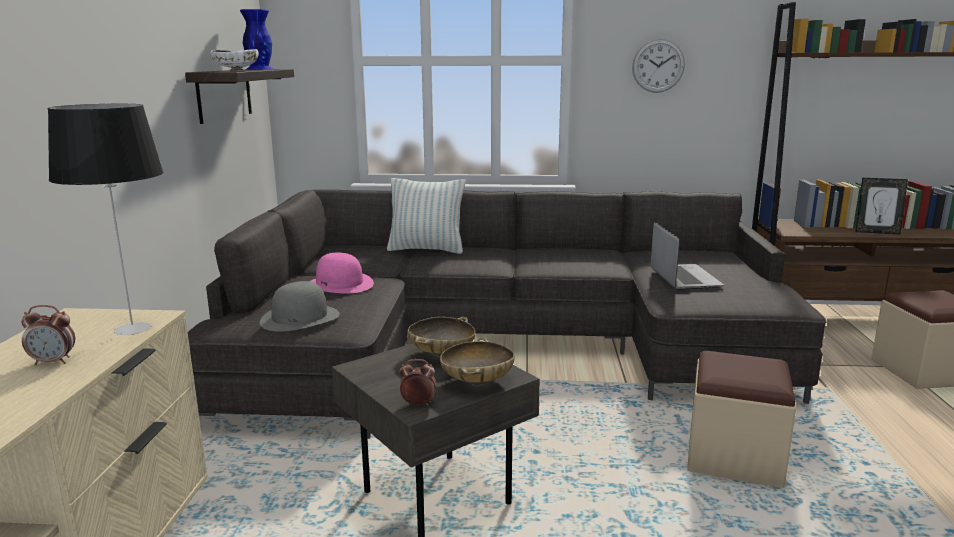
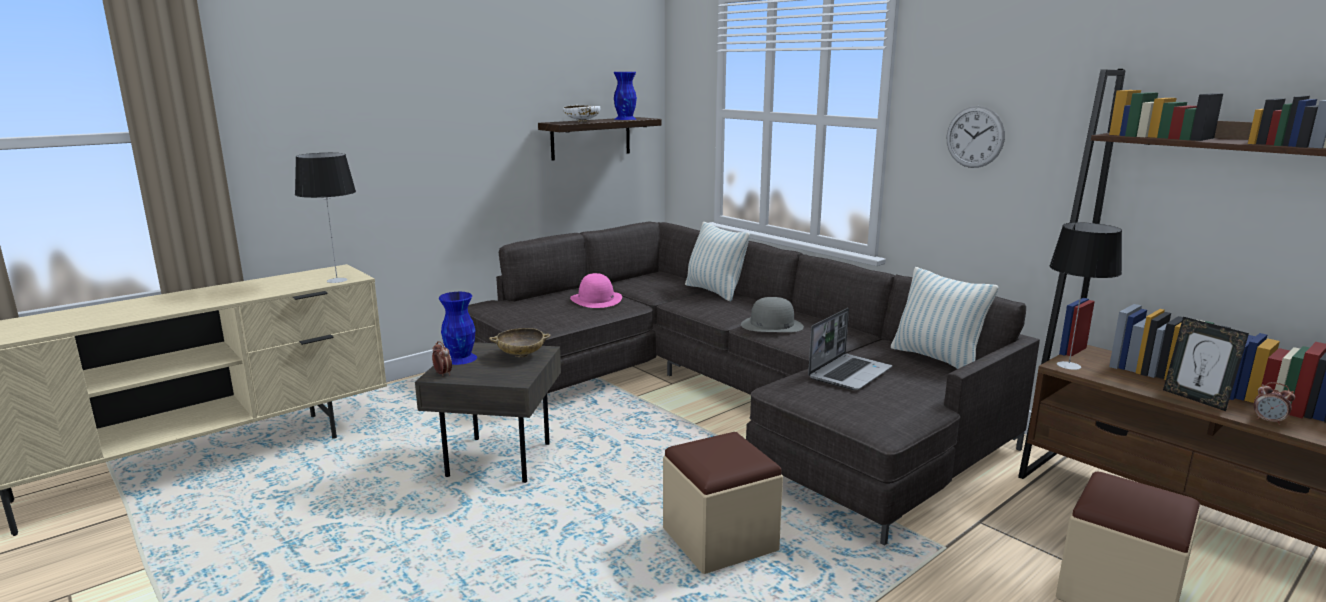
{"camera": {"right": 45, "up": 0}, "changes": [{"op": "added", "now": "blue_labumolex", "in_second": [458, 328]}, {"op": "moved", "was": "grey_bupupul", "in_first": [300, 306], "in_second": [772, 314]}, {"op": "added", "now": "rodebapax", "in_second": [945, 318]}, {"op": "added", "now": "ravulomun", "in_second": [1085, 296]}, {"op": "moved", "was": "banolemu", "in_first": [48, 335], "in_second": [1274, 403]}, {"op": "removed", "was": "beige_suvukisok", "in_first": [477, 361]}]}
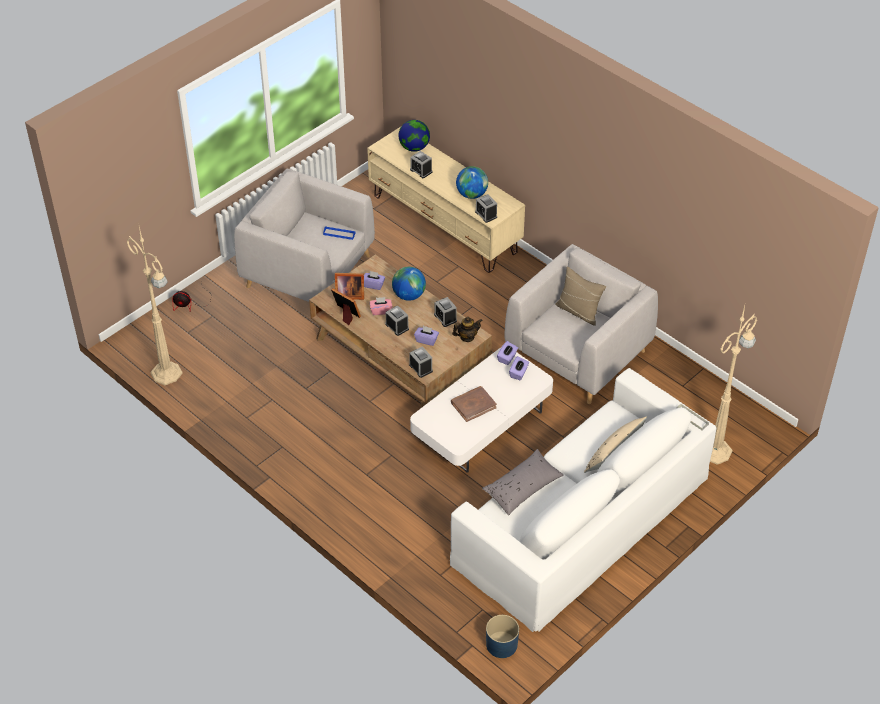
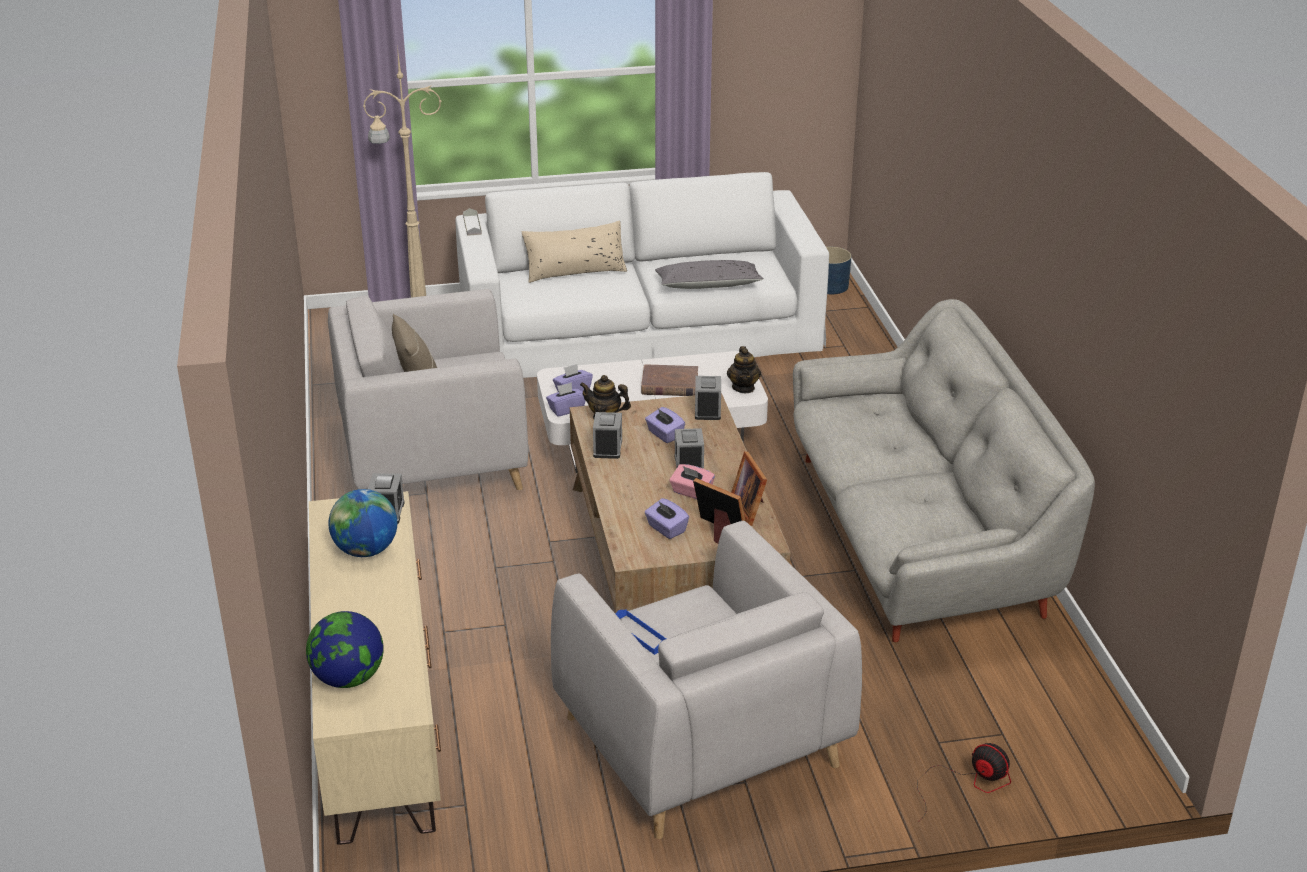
{"camera": {"right": -145, "up": -15}, "changes": [{"op": "added", "now": "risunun", "in_second": [744, 369]}, {"op": "added", "now": "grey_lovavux", "in_second": [944, 470]}, {"op": "removed", "was": "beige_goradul", "in_first": [155, 306]}, {"op": "removed", "was": "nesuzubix", "in_first": [409, 284]}, {"op": "removed", "was": "banolemu", "in_first": [421, 164]}]}
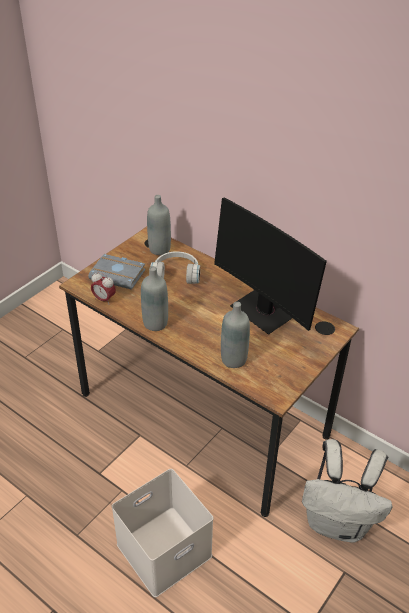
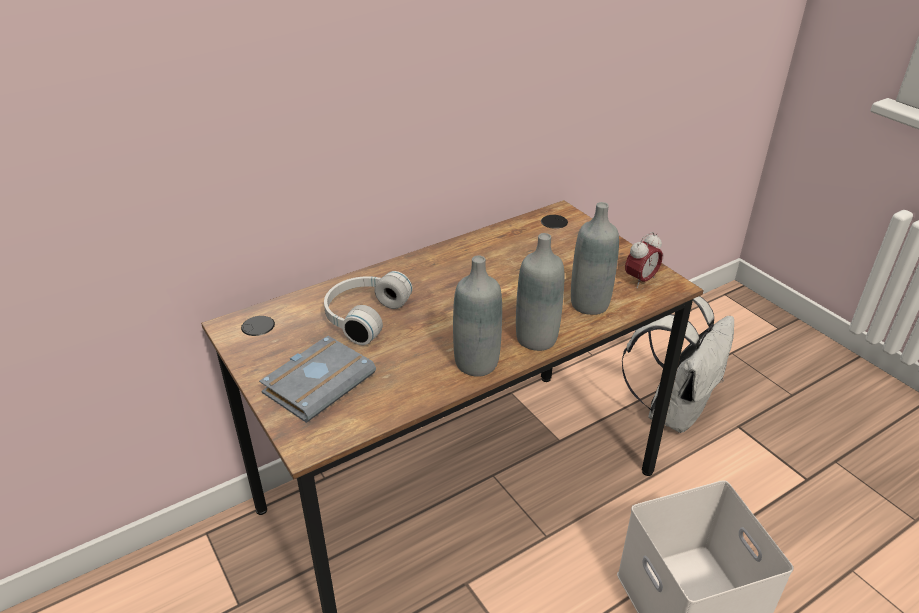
{"camera": {"right": -70, "up": -5}, "changes": [{"op": "moved", "was": "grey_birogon", "in_first": [159, 225], "in_second": [540, 292]}, {"op": "moved", "was": "banolemu", "in_first": [103, 288], "in_second": [644, 260]}, {"op": "removed", "was": "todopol", "in_first": [270, 266]}]}
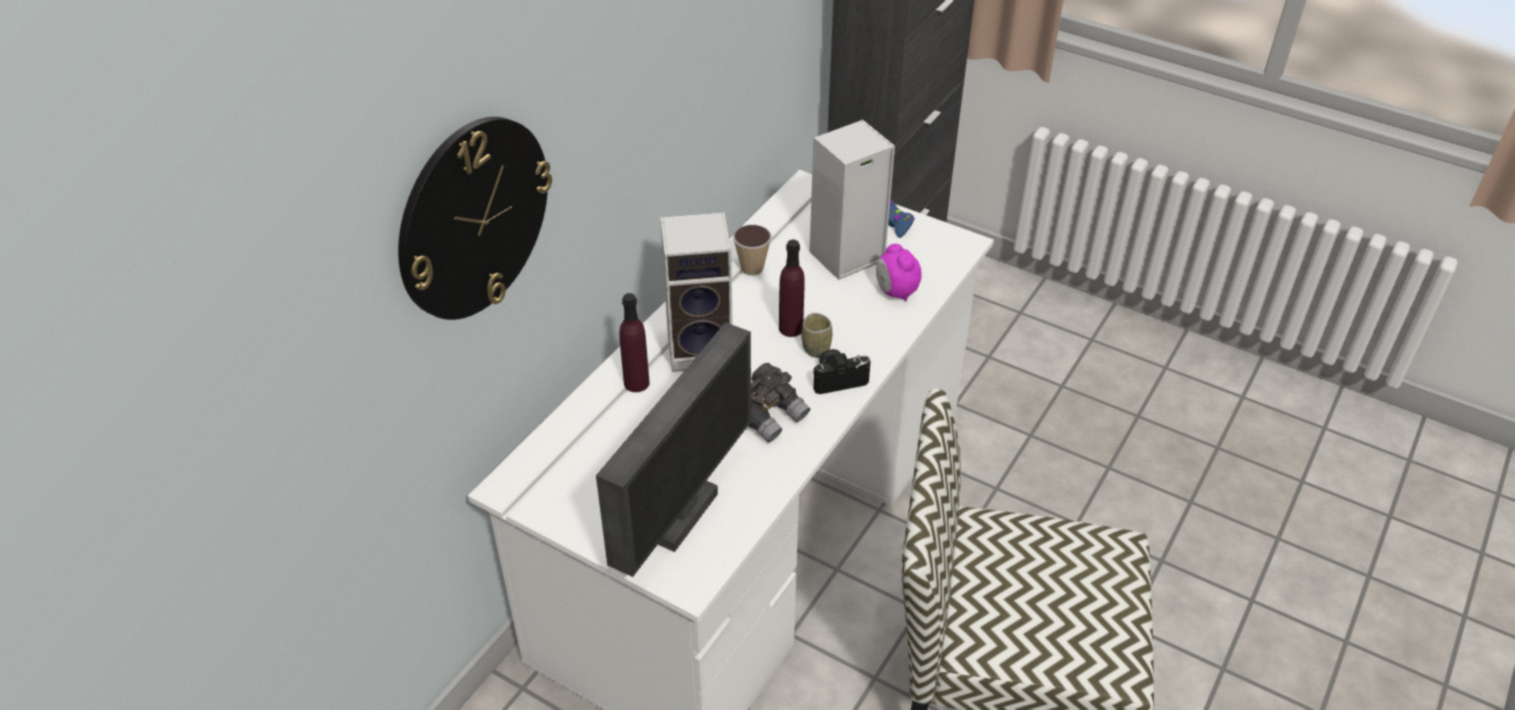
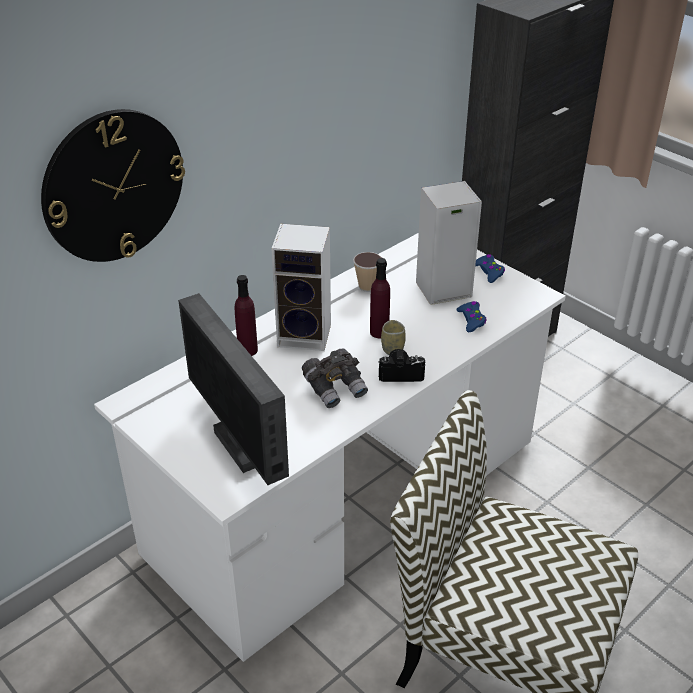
{"camera": {"right": 15, "up": -5}, "changes": [{"op": "turned", "was": "todopol", "in_first": [673, 449], "in_second": [233, 389], "clockwise": 105}, {"op": "replaced", "was": "banolemu", "now": "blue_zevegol", "in_first": [899, 272], "in_second": [471, 316]}]}
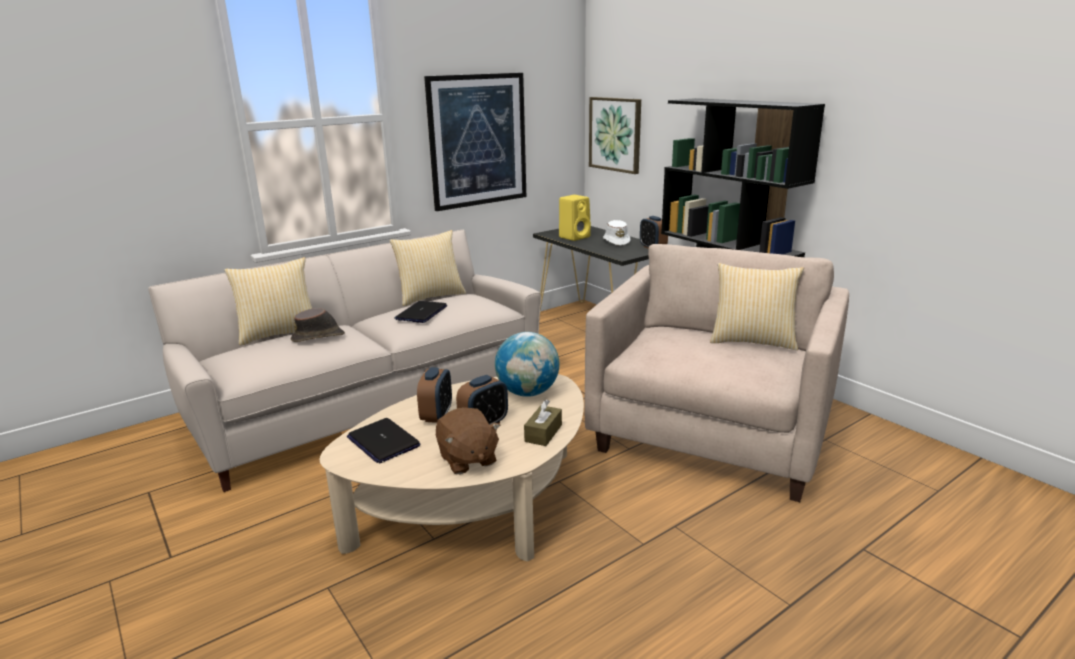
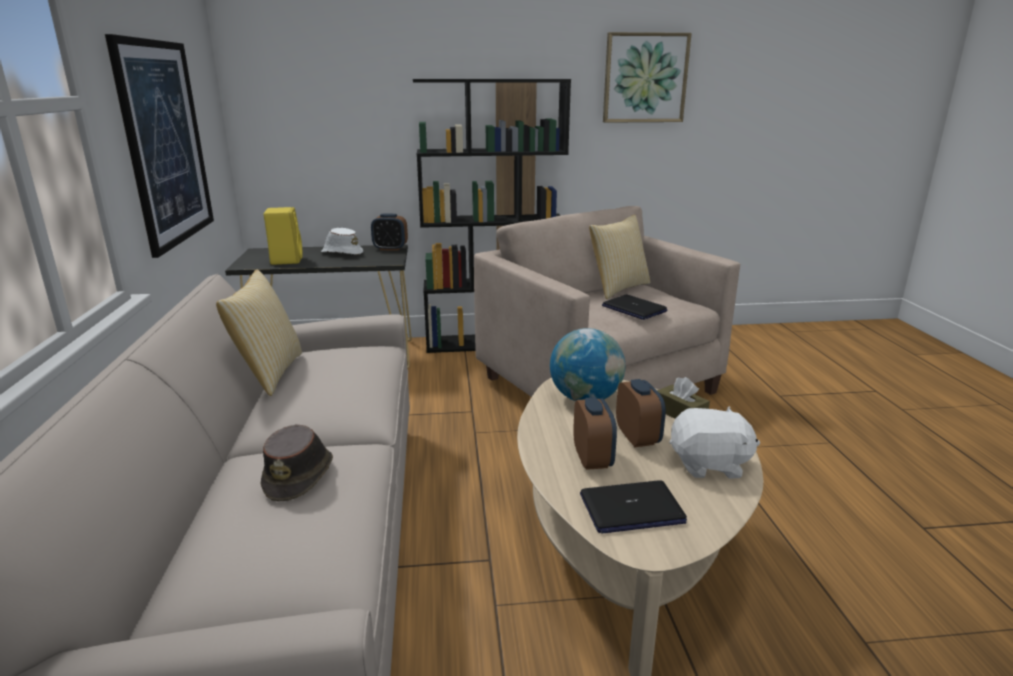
{"camera": {"right": -60, "up": 0}, "changes": [{"op": "turned", "was": "banolemu", "in_first": [434, 395], "in_second": [595, 433], "clockwise": 45}, {"op": "moved", "was": "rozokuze", "in_first": [420, 312], "in_second": [634, 307]}, {"op": "moved", "was": "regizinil", "in_first": [615, 135], "in_second": [647, 77]}, {"op": "recoloured", "was": "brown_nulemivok", "now": "white_nulemivok", "in_first": [468, 441], "in_second": [715, 442]}, {"op": "removed", "was": "rodebapax", "in_first": [268, 301]}]}
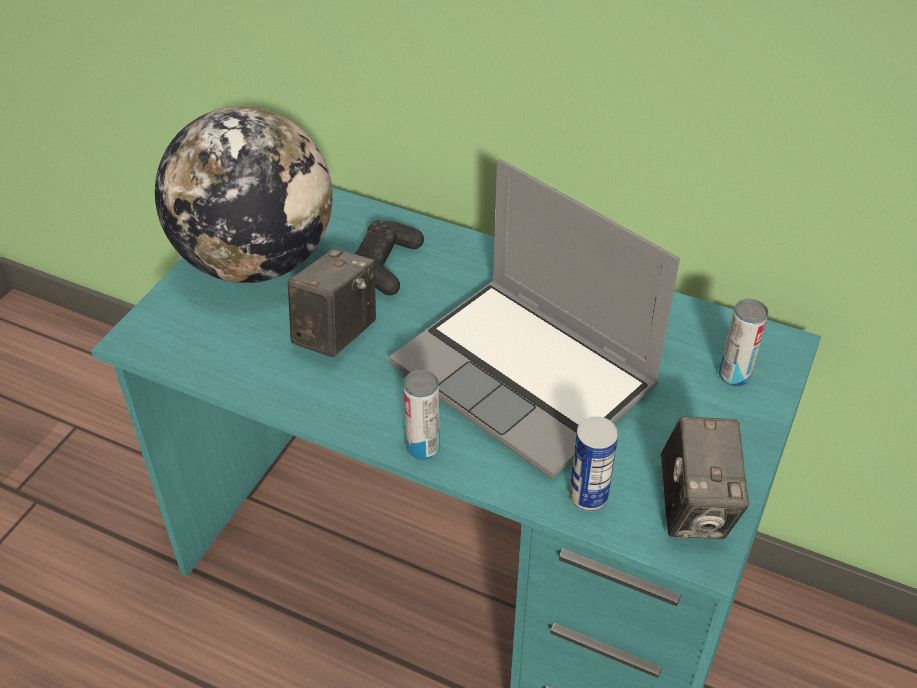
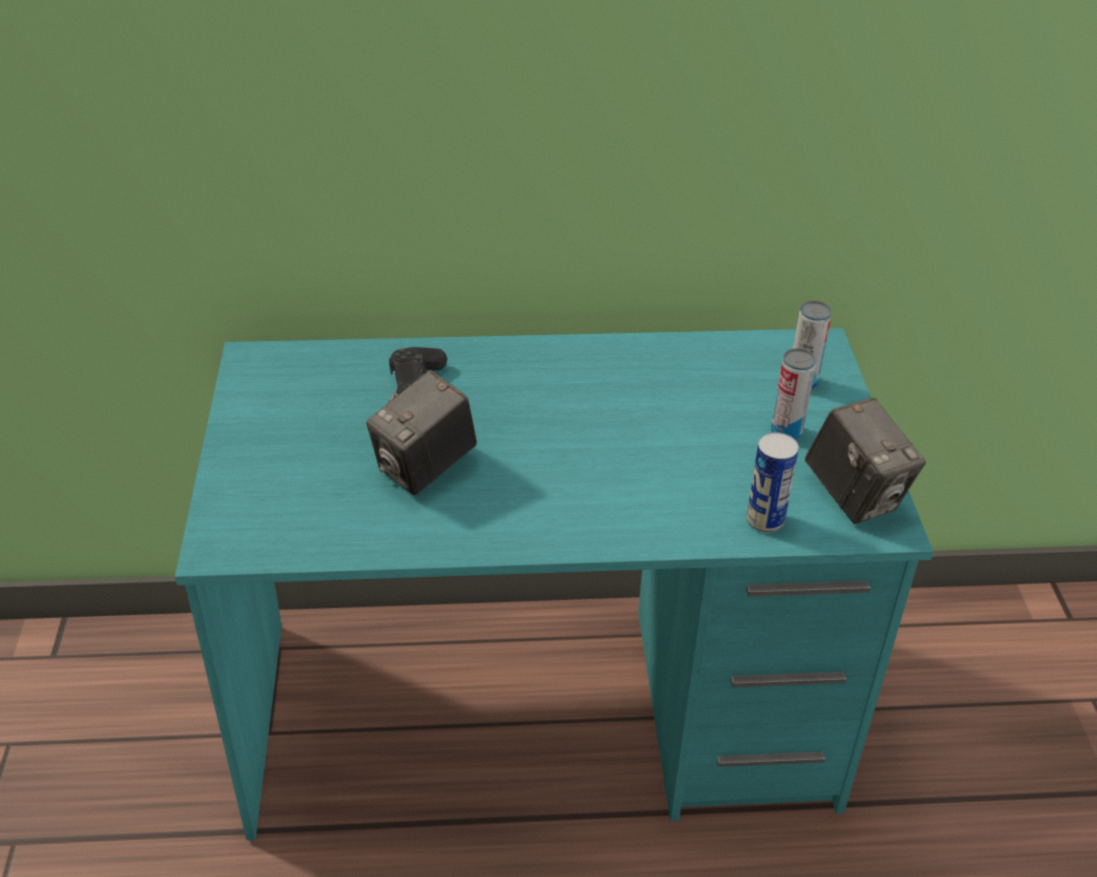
{"camera": {"right": -30, "up": -5}, "changes": [{"op": "turned", "was": "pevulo", "in_first": [332, 303], "in_second": [421, 432], "clockwise": -135}, {"op": "moved", "was": "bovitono", "in_first": [421, 415], "in_second": [793, 394]}, {"op": "removed", "was": "nesuzubix", "in_first": [244, 194]}, {"op": "removed", "was": "rozokuze", "in_first": [534, 319]}]}
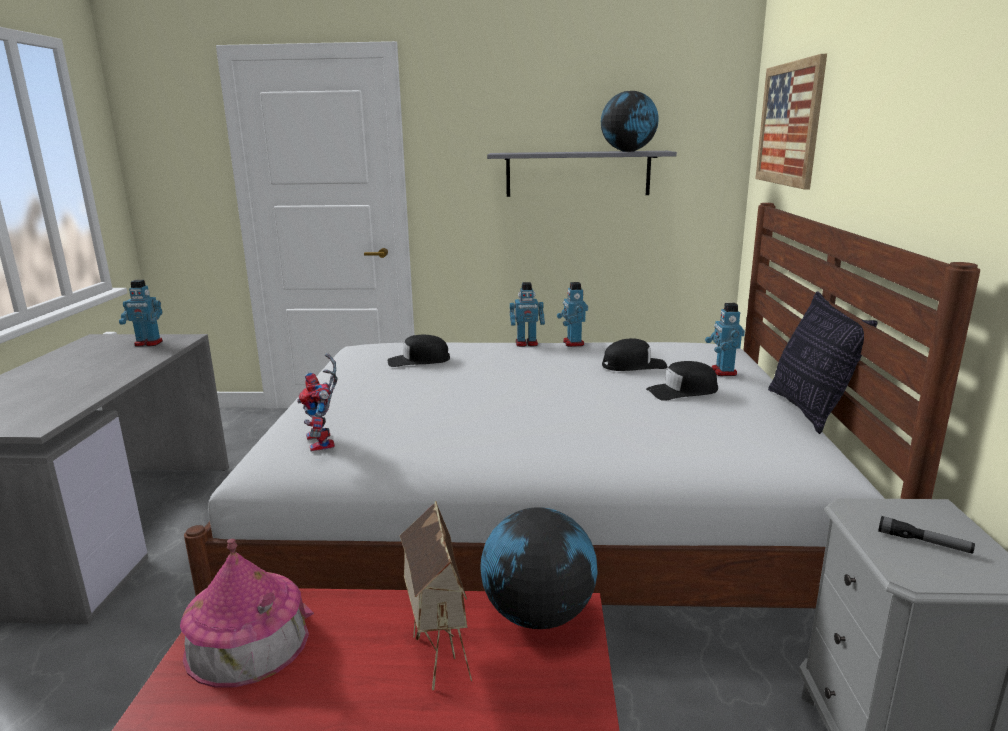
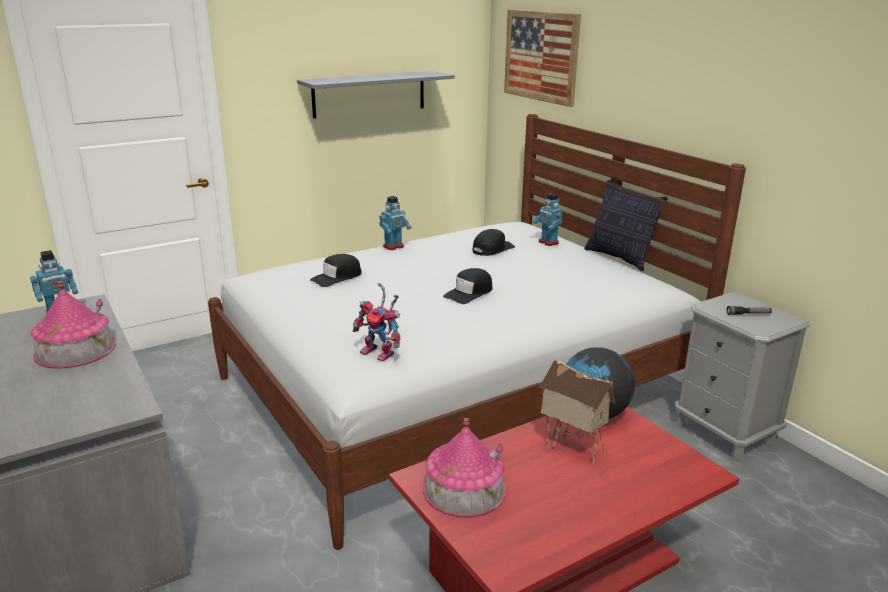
{"camera": {"right": -35, "up": 5}, "changes": [{"op": "added", "now": "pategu", "in_second": [73, 325]}, {"op": "moved", "was": "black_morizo", "in_first": [682, 381], "in_second": [467, 286]}, {"op": "removed", "was": "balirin", "in_first": [572, 314]}, {"op": "removed", "was": "nesuzubix", "in_first": [630, 121]}]}
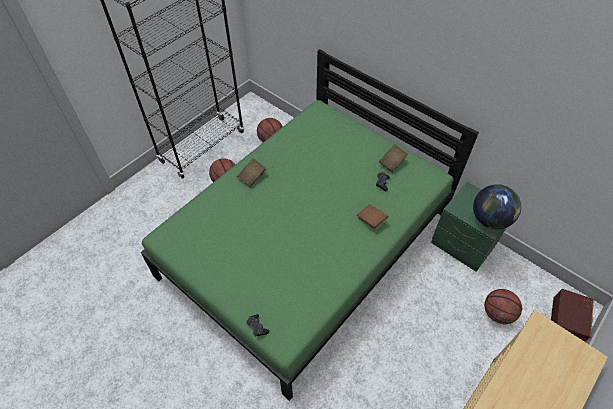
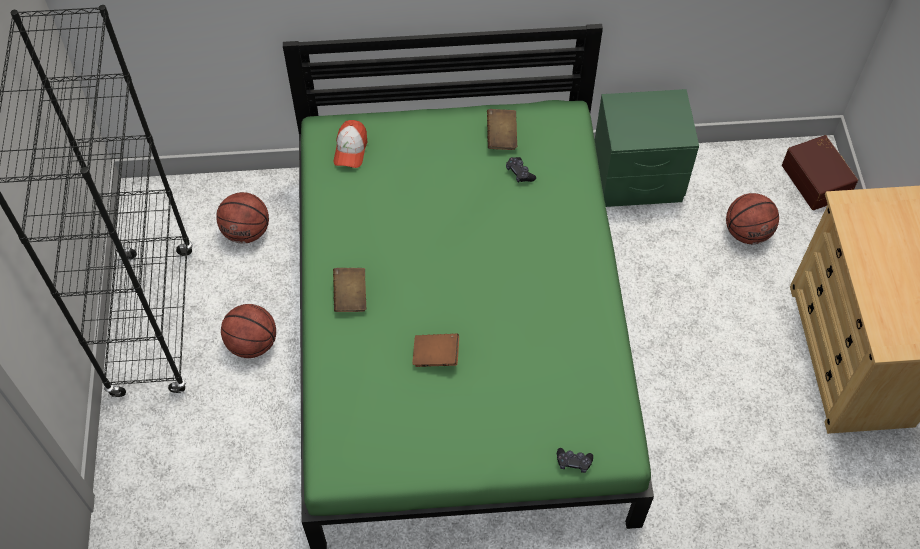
{"camera": {"right": -45, "up": 5}, "changes": [{"op": "added", "now": "morizo", "in_second": [350, 144]}, {"op": "moved", "was": "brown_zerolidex", "in_first": [373, 217], "in_second": [435, 350]}, {"op": "removed", "was": "nesuzubix", "in_first": [497, 206]}]}
